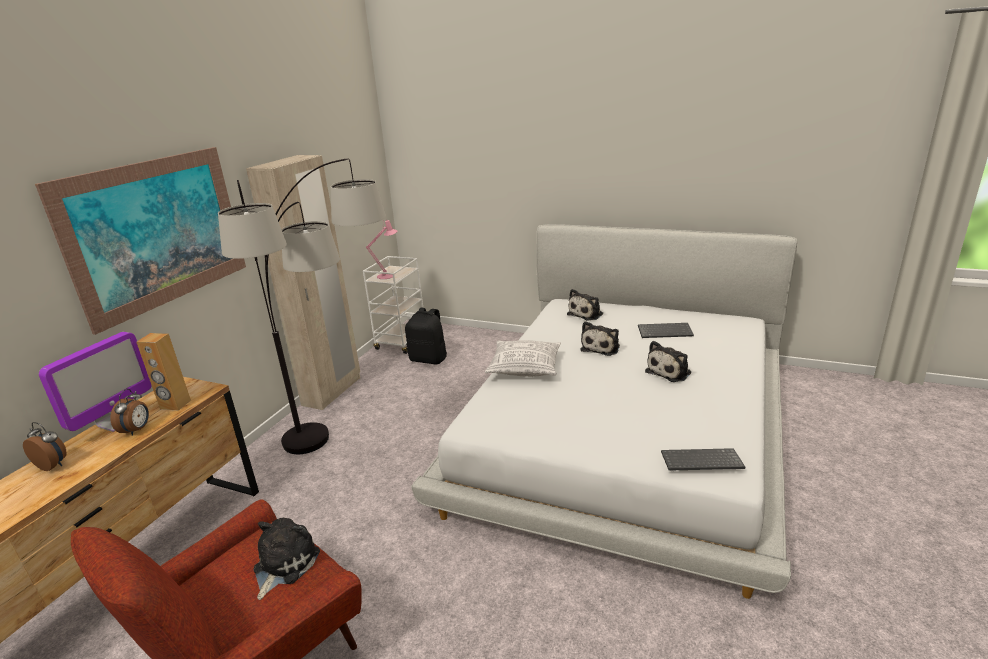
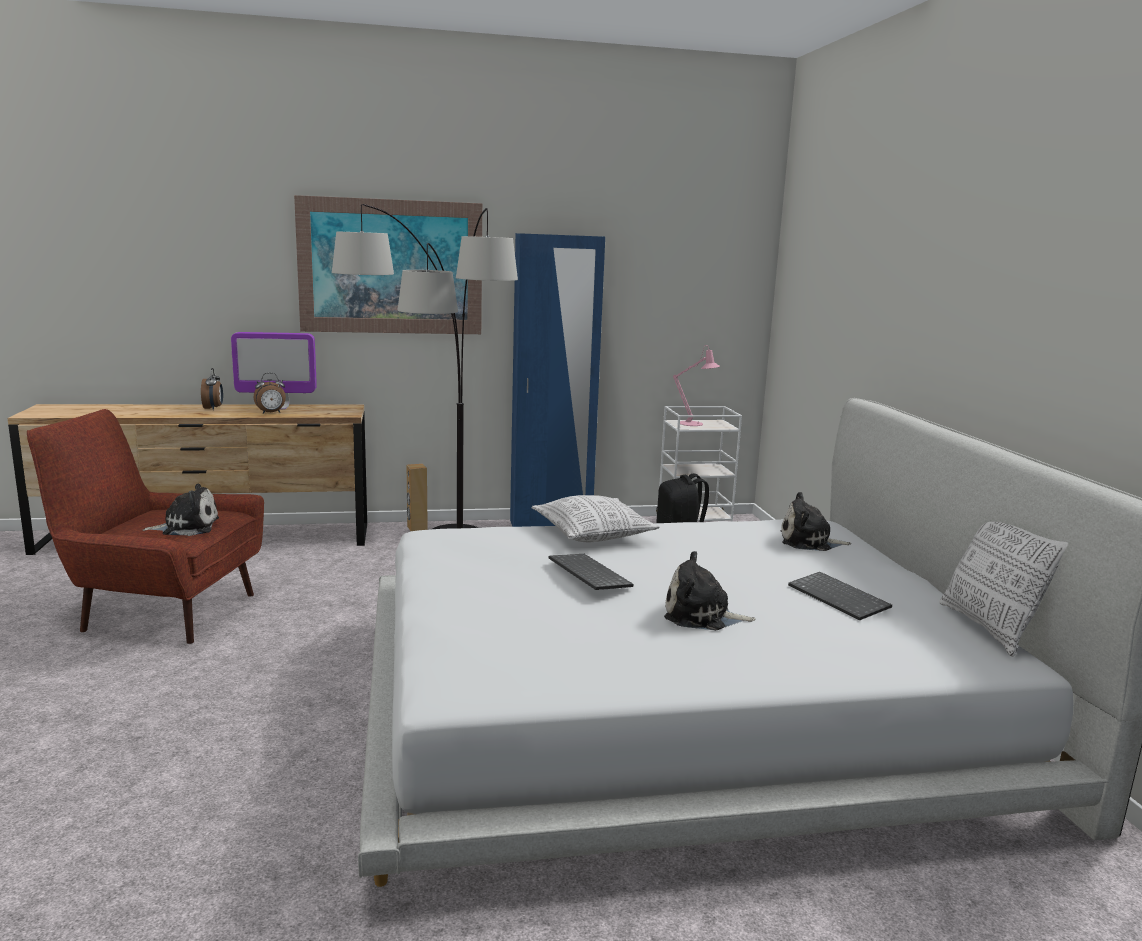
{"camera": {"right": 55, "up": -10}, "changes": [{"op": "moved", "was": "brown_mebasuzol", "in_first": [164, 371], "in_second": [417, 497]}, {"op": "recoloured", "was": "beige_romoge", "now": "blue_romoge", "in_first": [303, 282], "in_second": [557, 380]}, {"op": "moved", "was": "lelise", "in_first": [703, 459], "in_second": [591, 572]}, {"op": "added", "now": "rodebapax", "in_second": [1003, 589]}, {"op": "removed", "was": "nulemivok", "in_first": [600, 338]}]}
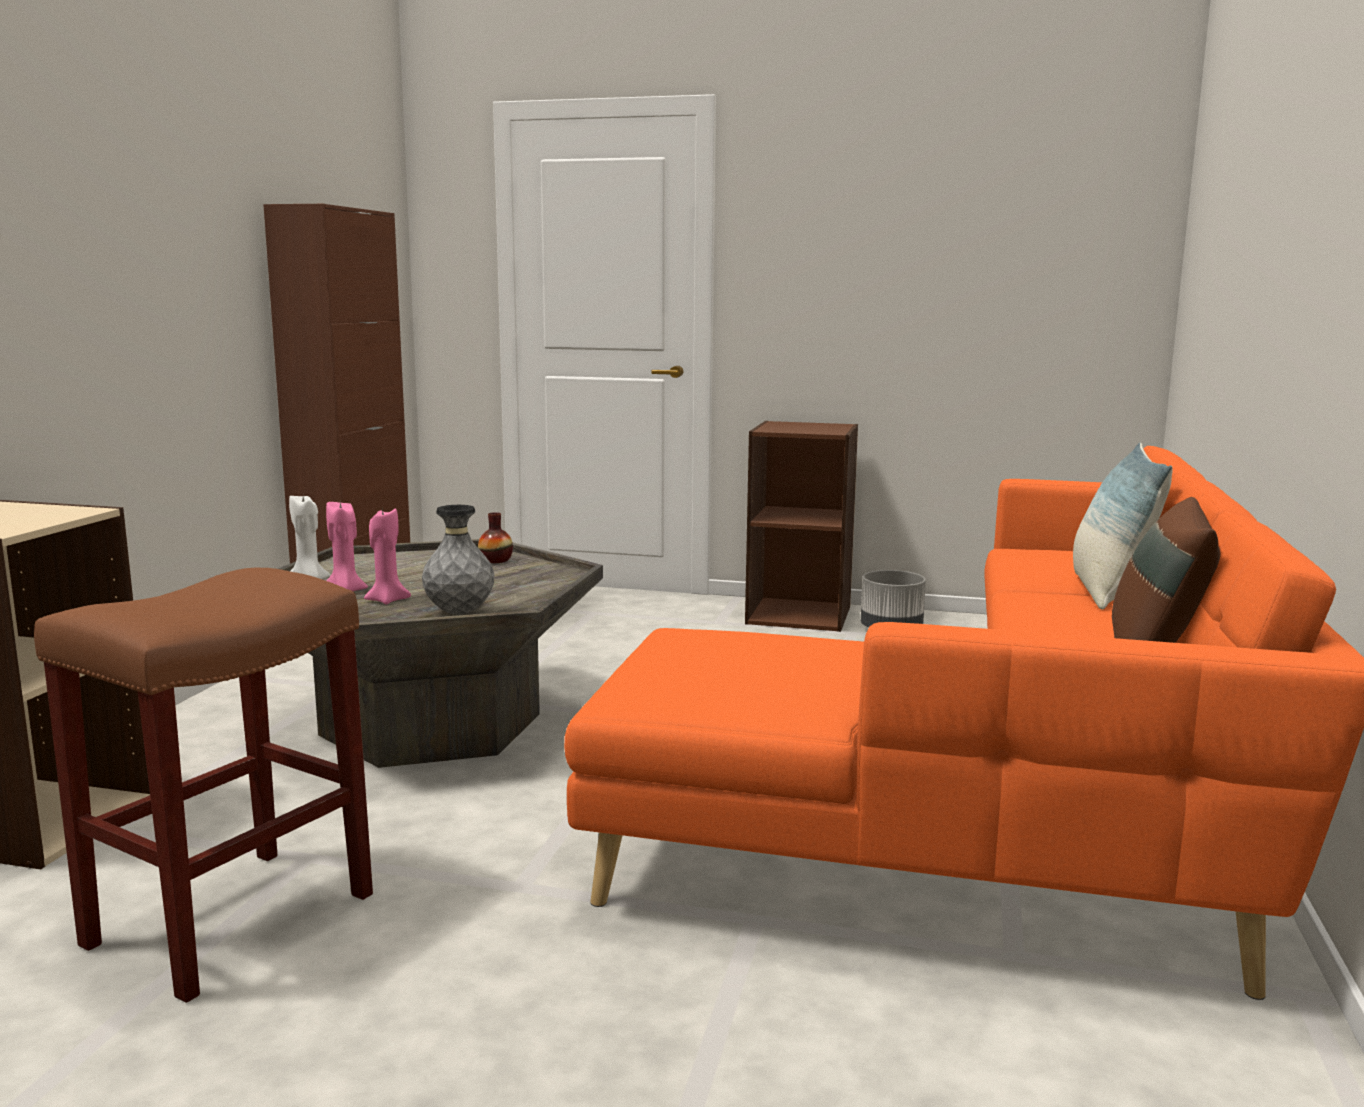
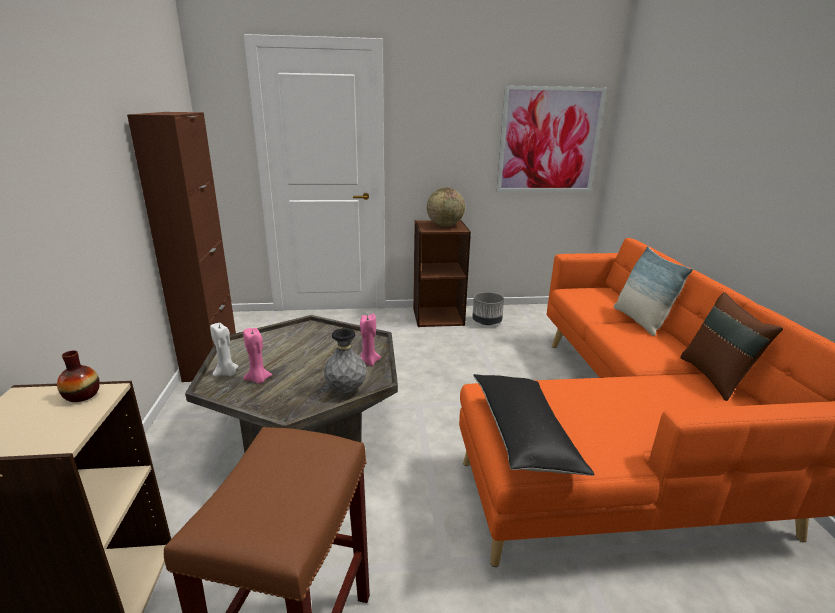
{"camera": {"right": -20, "up": 10}, "changes": [{"op": "moved", "was": "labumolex", "in_first": [495, 537], "in_second": [78, 376]}, {"op": "moved", "was": "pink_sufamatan", "in_first": [387, 556], "in_second": [370, 339]}, {"op": "added", "now": "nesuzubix", "in_second": [446, 207]}, {"op": "added", "now": "black_rodebapax", "in_second": [534, 425]}, {"op": "added", "now": "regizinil", "in_second": [551, 138]}]}
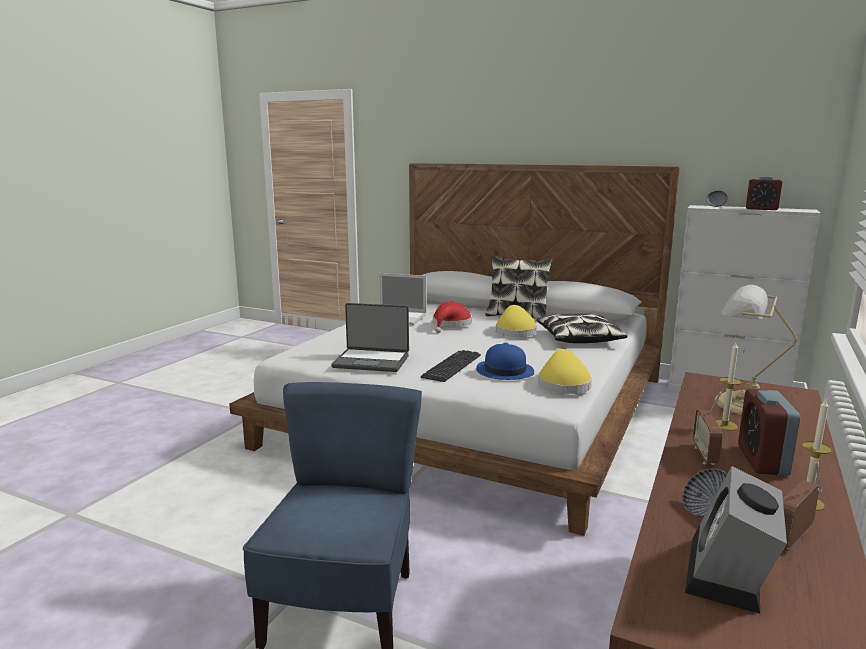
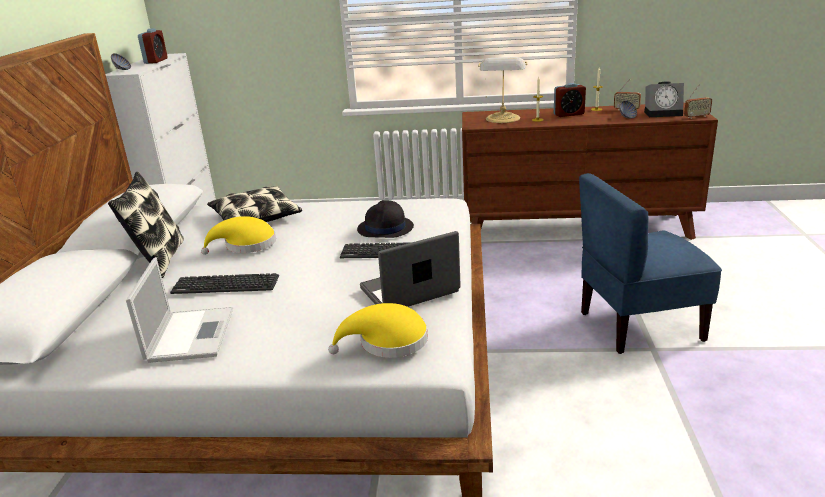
{"camera": {"right": -110, "up": 10}, "changes": [{"op": "replaced", "was": "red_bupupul", "now": "lelise", "in_first": [452, 317], "in_second": [224, 283]}, {"op": "moved", "was": "yellow_bupupul", "in_first": [565, 371], "in_second": [378, 330]}, {"op": "recoloured", "was": "blue_bupupul", "now": "black_bupupul", "in_first": [505, 361], "in_second": [385, 219]}, {"op": "turned", "was": "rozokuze", "in_first": [370, 337], "in_second": [410, 269], "clockwise": -105}, {"op": "moved", "was": "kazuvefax", "in_first": [708, 428], "in_second": [698, 101]}]}
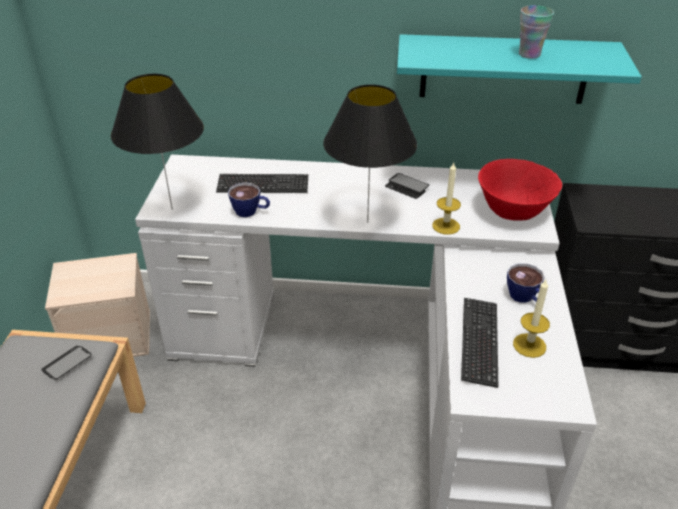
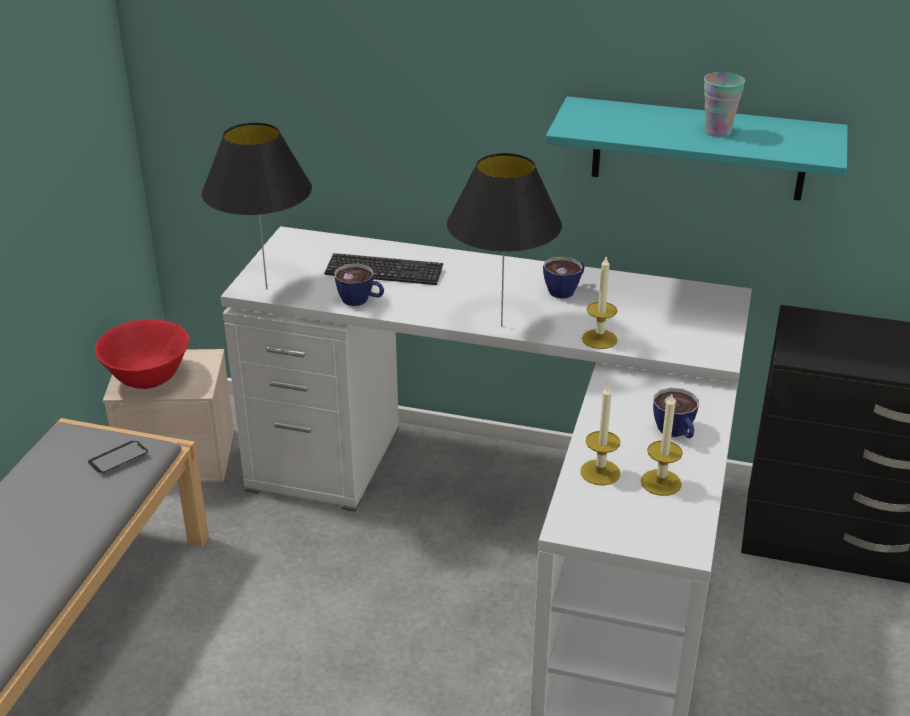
{"camera": {"right": 10, "up": -5}, "changes": [{"op": "moved", "was": "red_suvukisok", "in_first": [520, 190], "in_second": [142, 354]}, {"op": "replaced", "was": "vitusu", "now": "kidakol", "in_first": [407, 186], "in_second": [564, 277]}, {"op": "replaced", "was": "lelise", "now": "sufamatan", "in_first": [479, 343], "in_second": [600, 435]}]}
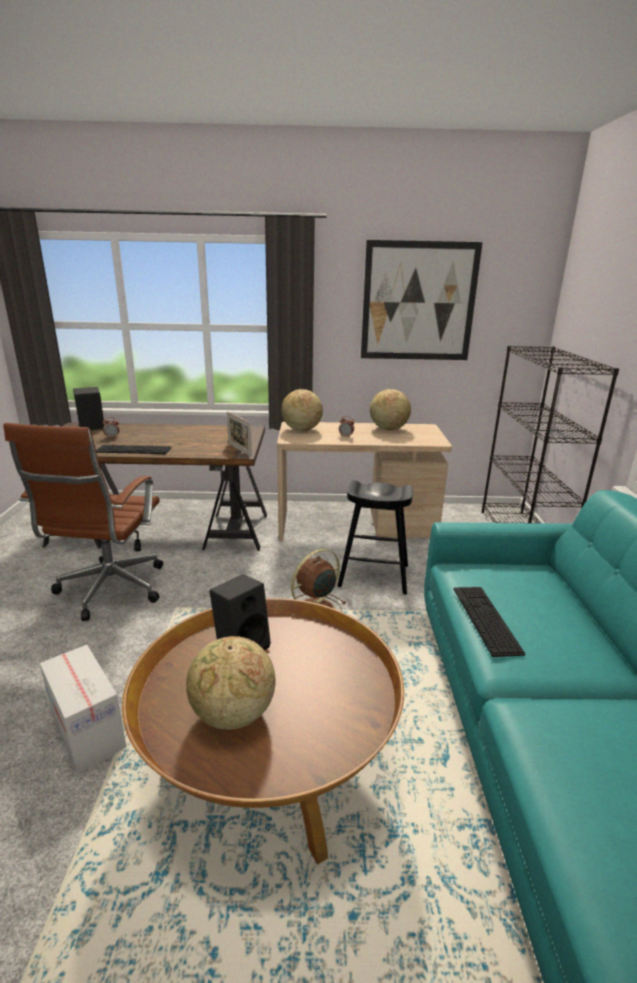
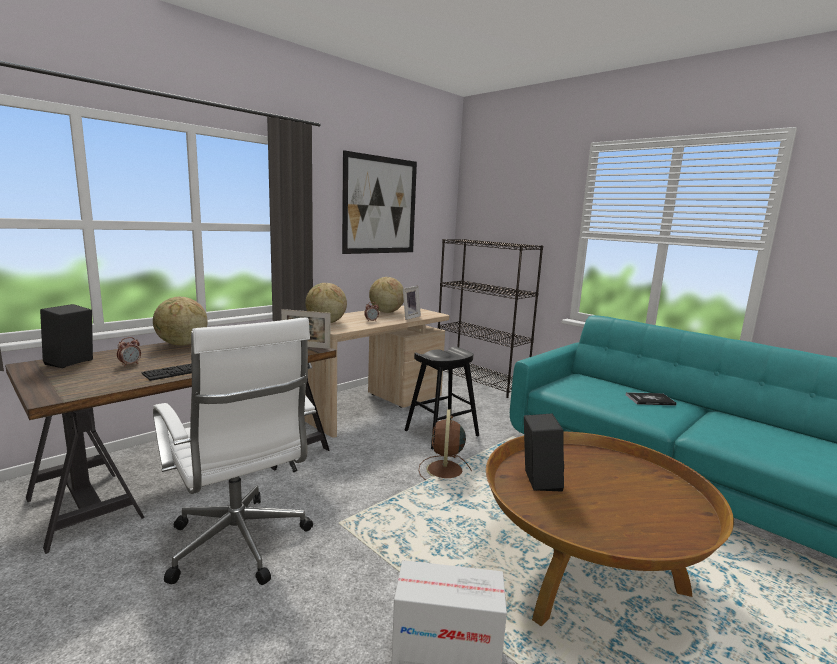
{"camera": {"right": -45, "up": -10}, "changes": [{"op": "moved", "was": "nesuzubix", "in_first": [230, 682], "in_second": [180, 321]}, {"op": "recoloured", "was": "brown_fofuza", "now": "white_fofuza", "in_first": [83, 522], "in_second": [234, 451]}, {"op": "added", "now": "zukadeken", "in_second": [412, 303]}, {"op": "added", "now": "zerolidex", "in_second": [651, 399]}, {"op": "removed", "was": "lelise", "in_first": [489, 622]}]}
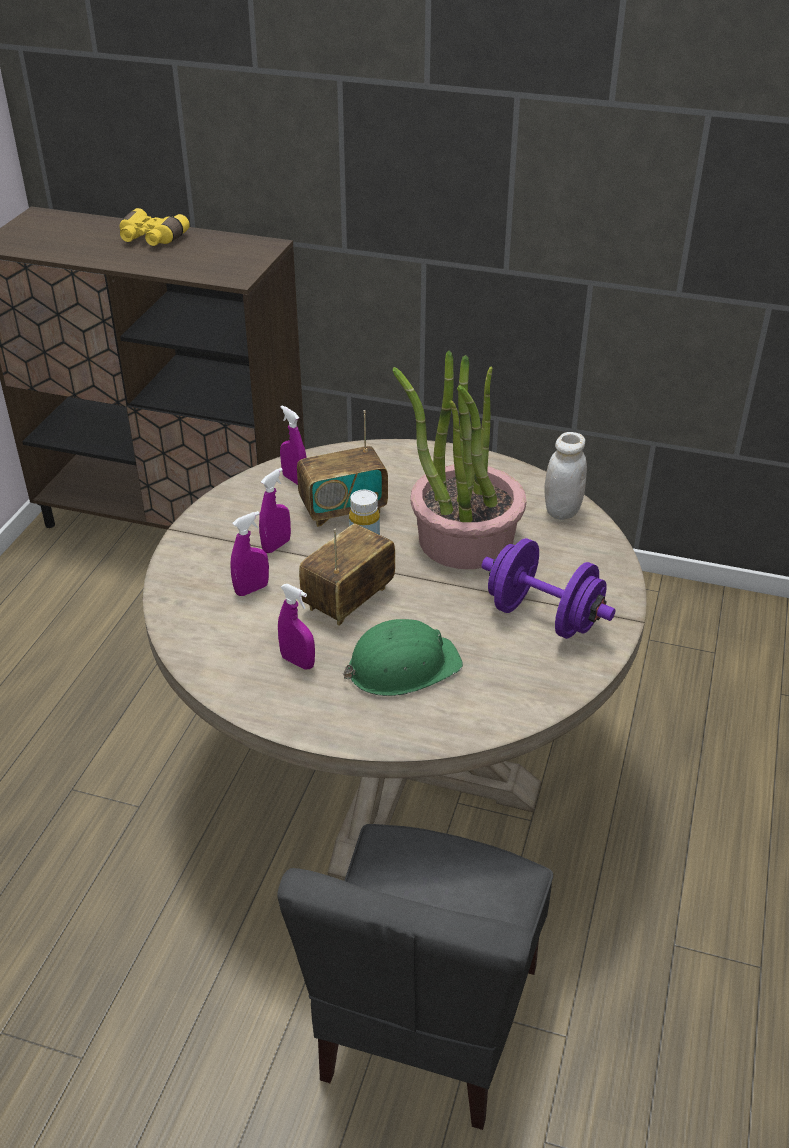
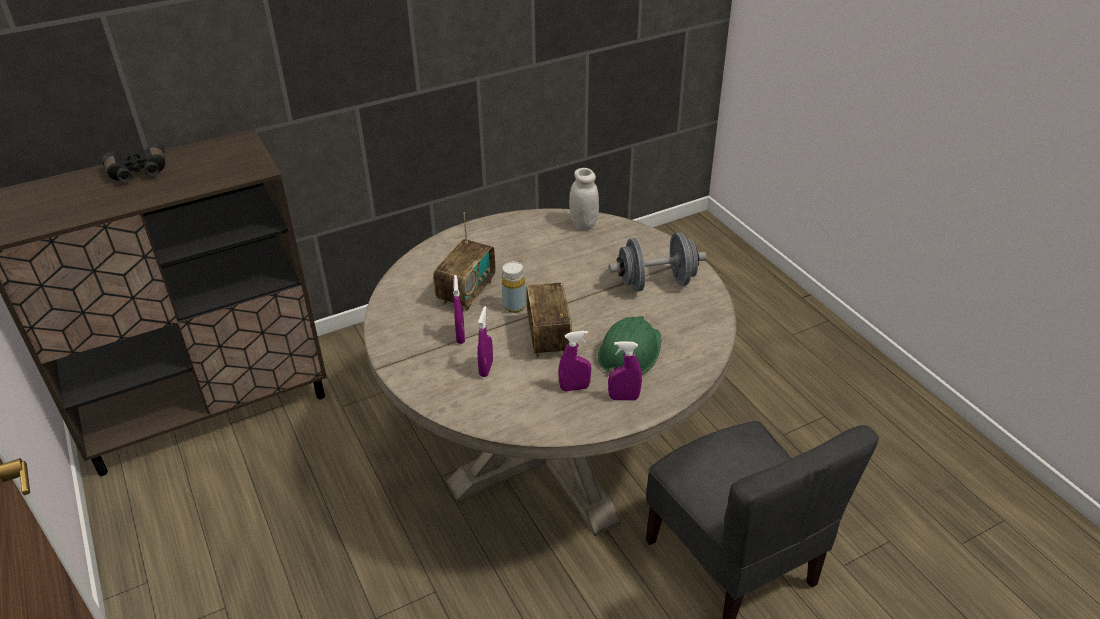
{"camera": {"right": -45, "up": 0}, "changes": [{"op": "recoloured", "was": "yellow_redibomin", "now": "black_redibomin", "in_first": [155, 227], "in_second": [133, 163]}, {"op": "moved", "was": "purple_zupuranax", "in_first": [293, 445], "in_second": [625, 370]}, {"op": "recoloured", "was": "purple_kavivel", "now": "grey_kavivel", "in_first": [549, 588], "in_second": [658, 262]}, {"op": "removed", "was": "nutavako", "in_first": [460, 460]}]}
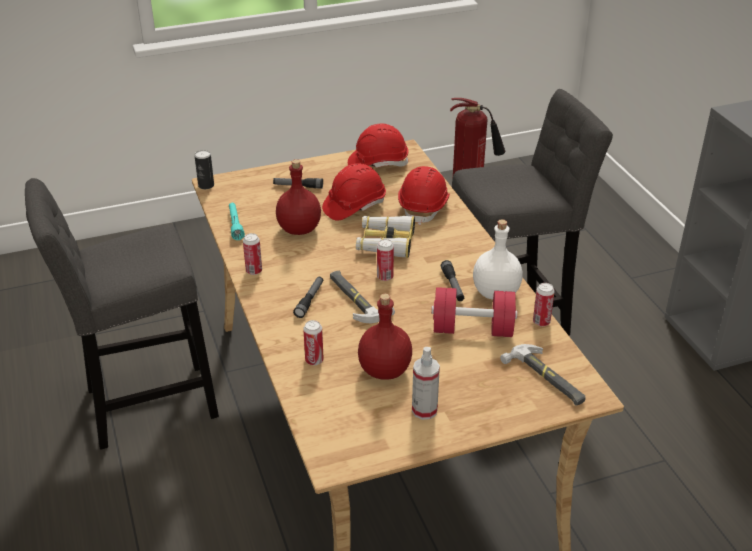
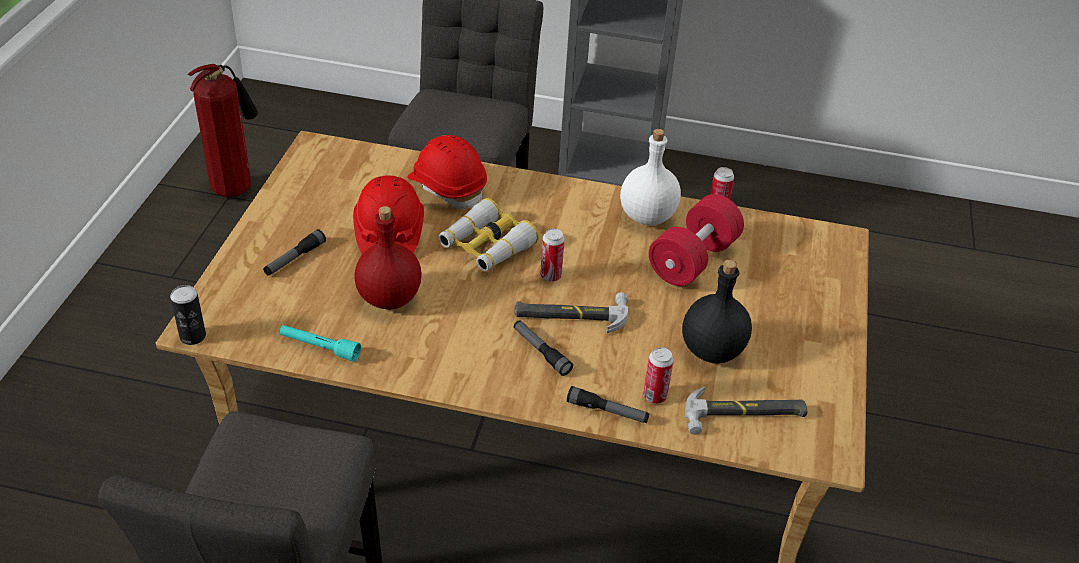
{"camera": {"right": -60, "up": 5}, "changes": [{"op": "moved", "was": "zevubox", "in_first": [452, 280], "in_second": [608, 404]}, {"op": "recoloured", "was": "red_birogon", "now": "black_birogon", "in_first": [385, 337], "in_second": [717, 312]}, {"op": "moved", "was": "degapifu", "in_first": [543, 375], "in_second": [746, 411]}, {"op": "removed", "was": "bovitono", "in_first": [252, 254]}, {"op": "removed", "was": "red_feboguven", "in_first": [378, 145]}, {"op": "removed", "was": "zupuranax", "in_first": [426, 383]}]}
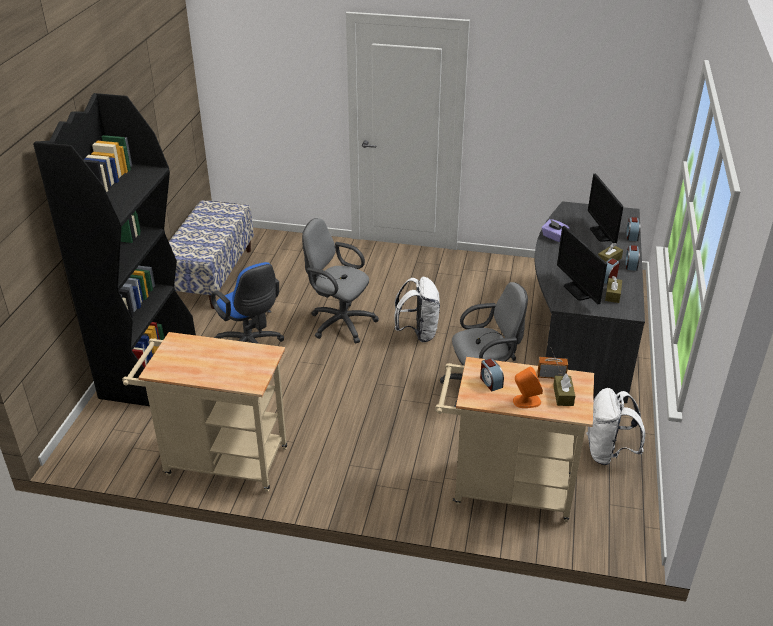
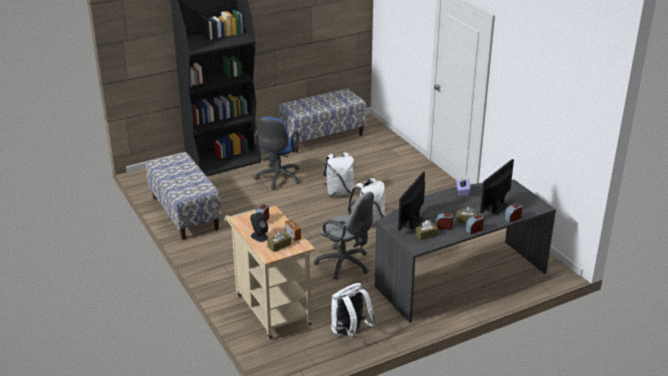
{"camera": {"right": 50, "up": -5}, "changes": [{"op": "replaced", "was": "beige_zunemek", "now": "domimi", "in_first": [204, 412], "in_second": [184, 196]}, {"op": "recoloured", "was": "orange_mebasuzol", "now": "black_mebasuzol", "in_first": [528, 387], "in_second": [259, 227]}, {"op": "replaced", "was": "grey_fofuza", "now": "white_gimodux", "in_first": [340, 281], "in_second": [338, 174]}]}
